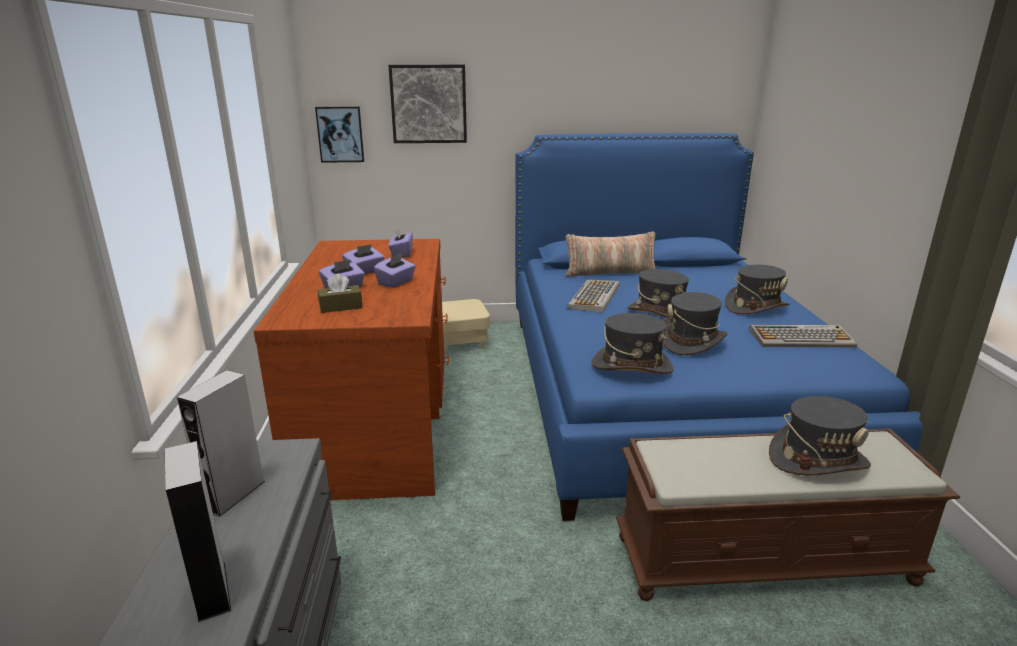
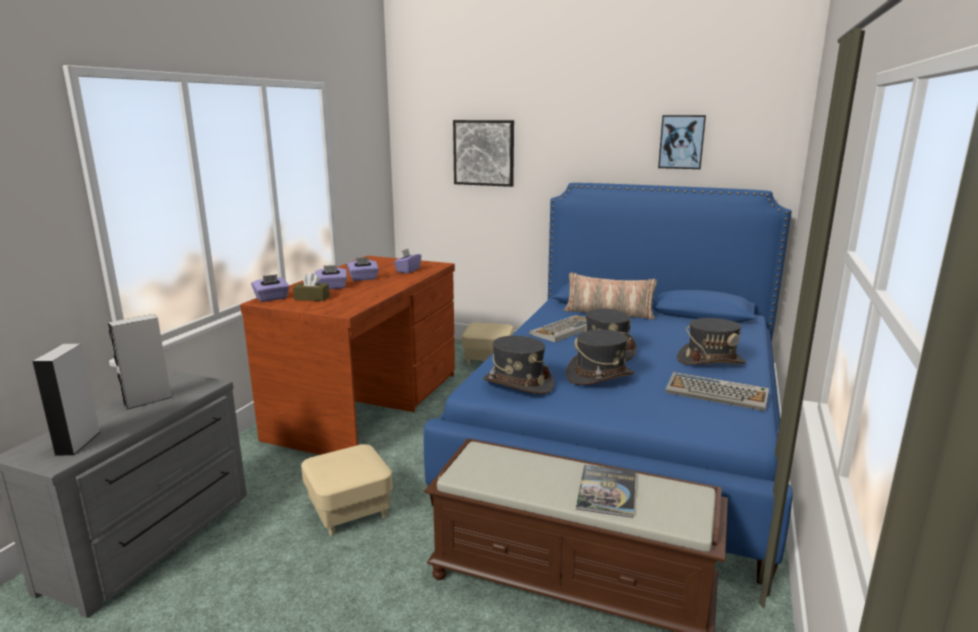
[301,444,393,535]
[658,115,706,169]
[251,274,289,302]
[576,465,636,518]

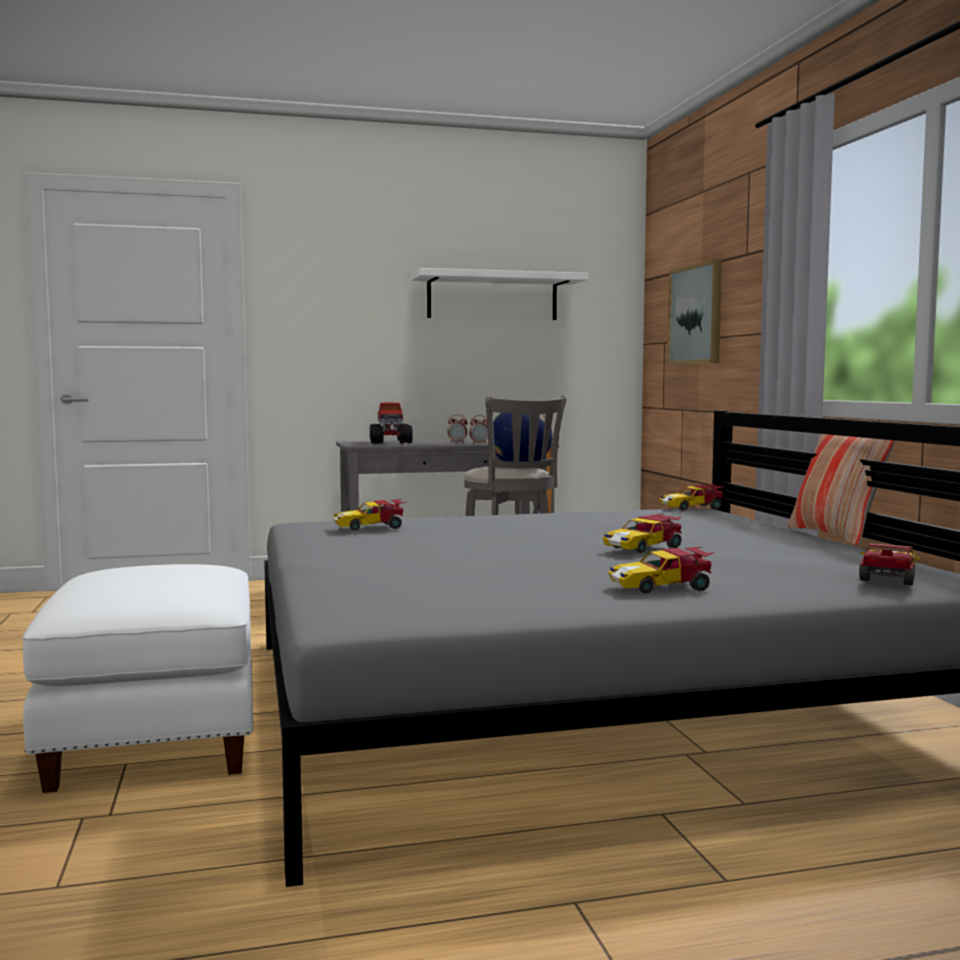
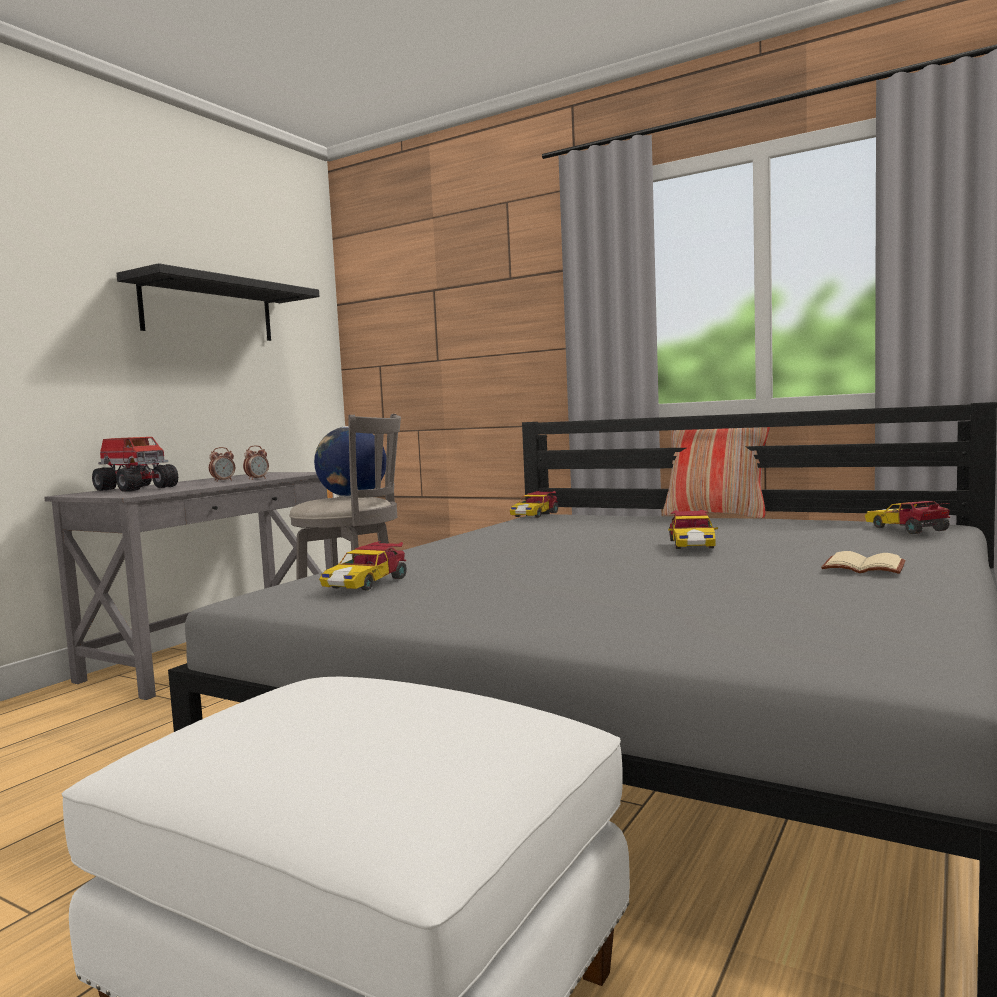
[667,259,722,365] (first image)
[821,551,906,574]
[117,263,320,341]

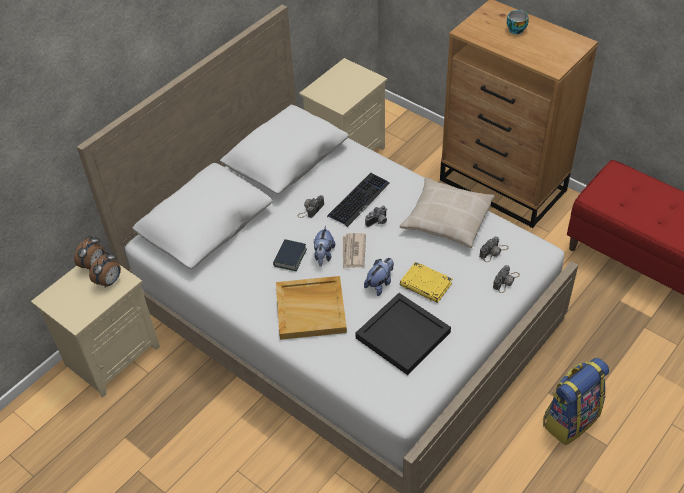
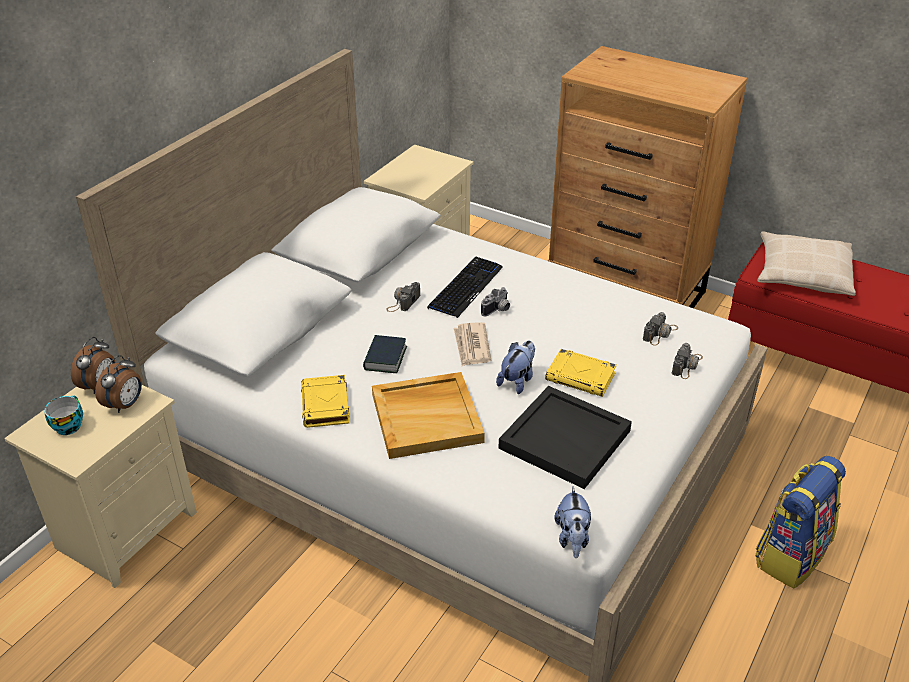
[301,375,349,428]
[554,486,591,558]
[757,231,856,296]
[44,395,83,435]

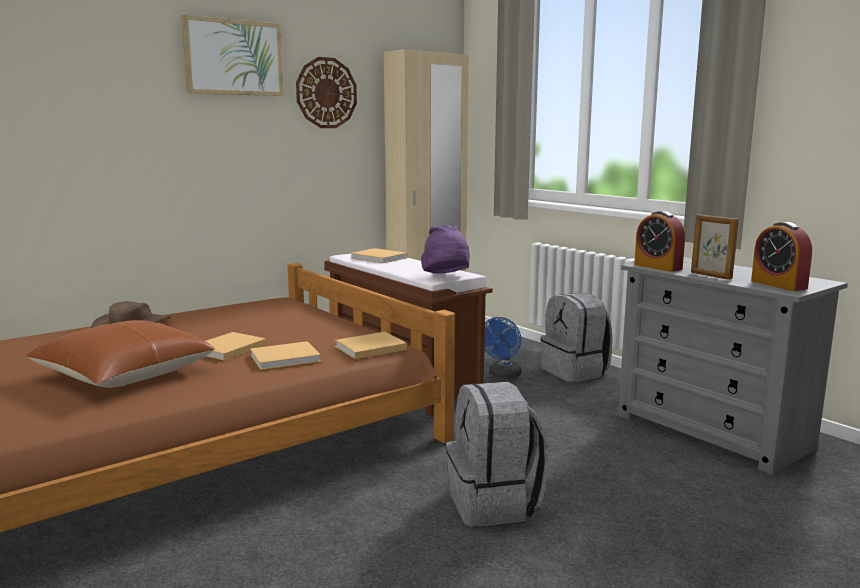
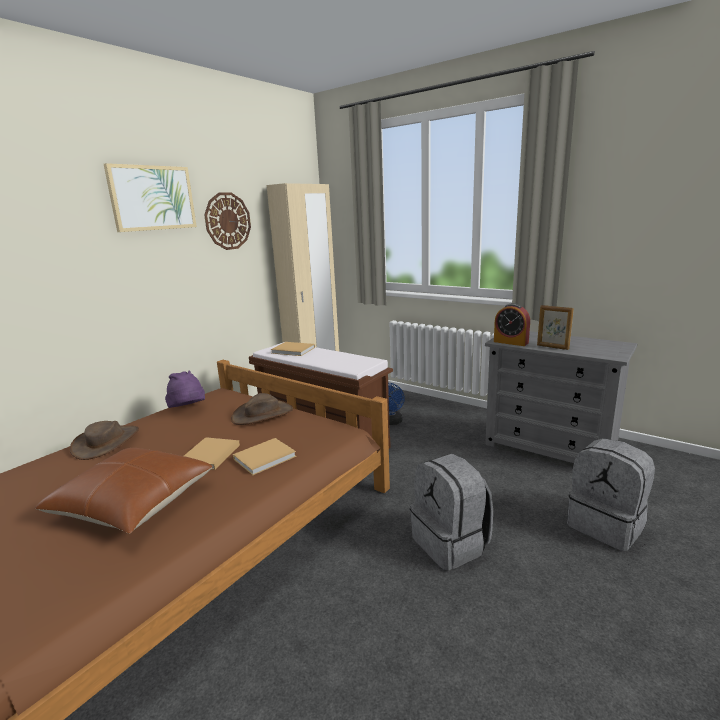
[335,332,407,359] (first image)
[751,222,812,291] (first image)
[231,393,293,425]
[165,371,205,408]
[567,438,655,551]

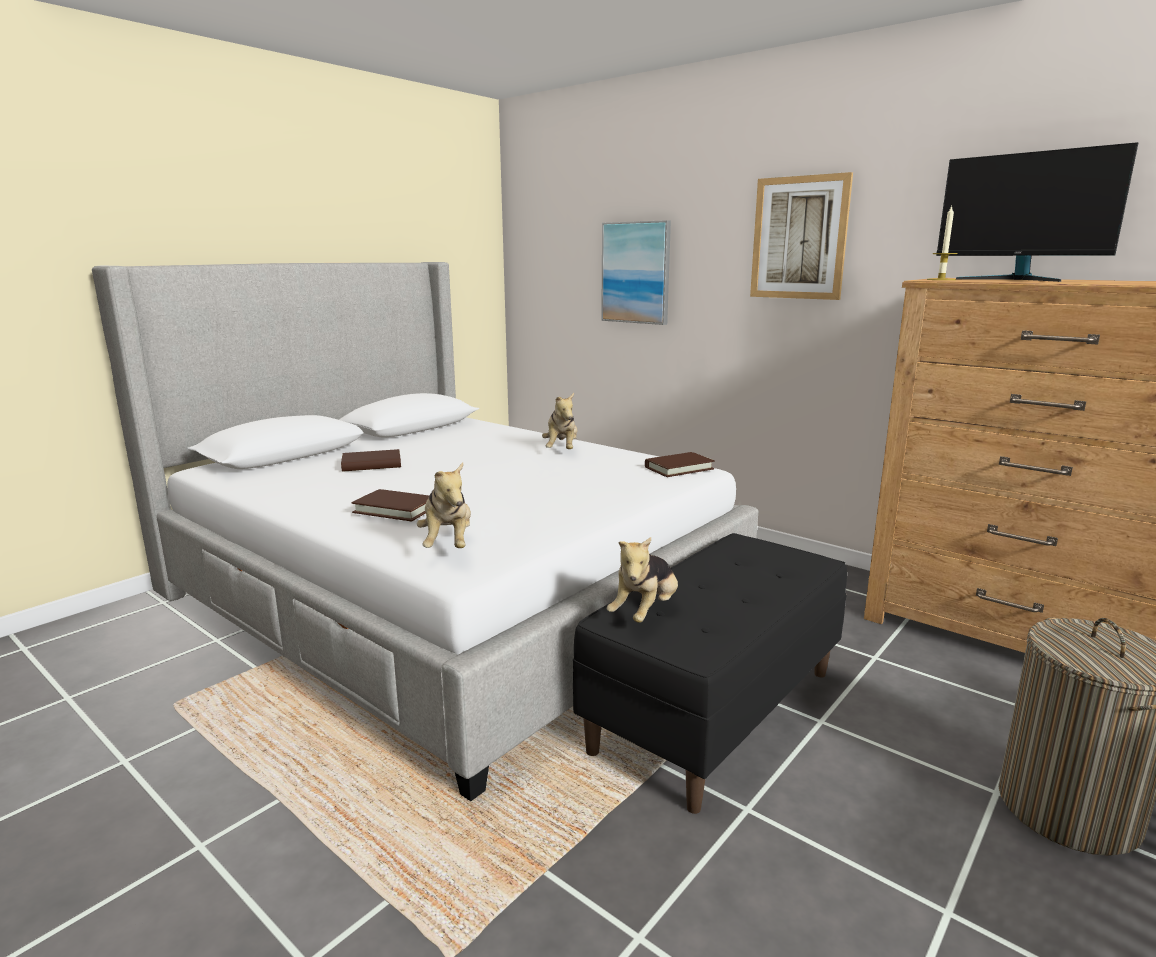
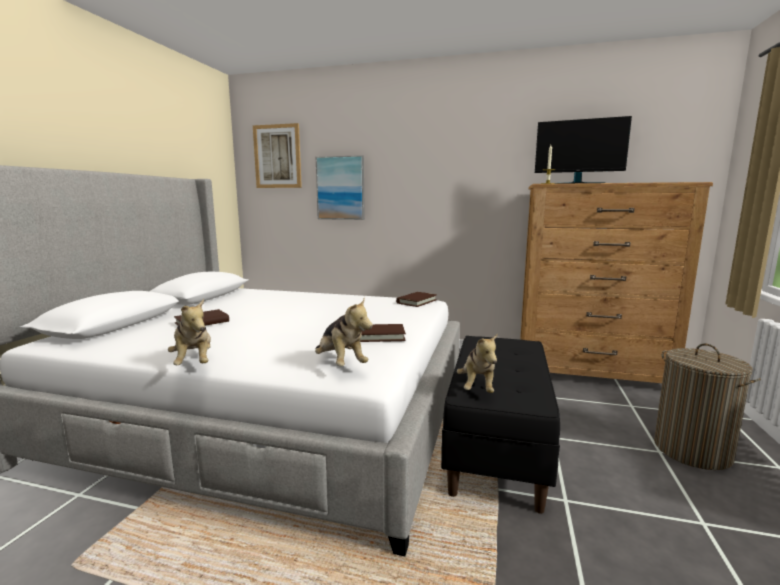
[360,324,406,342]
[168,299,211,365]
[253,123,302,188]

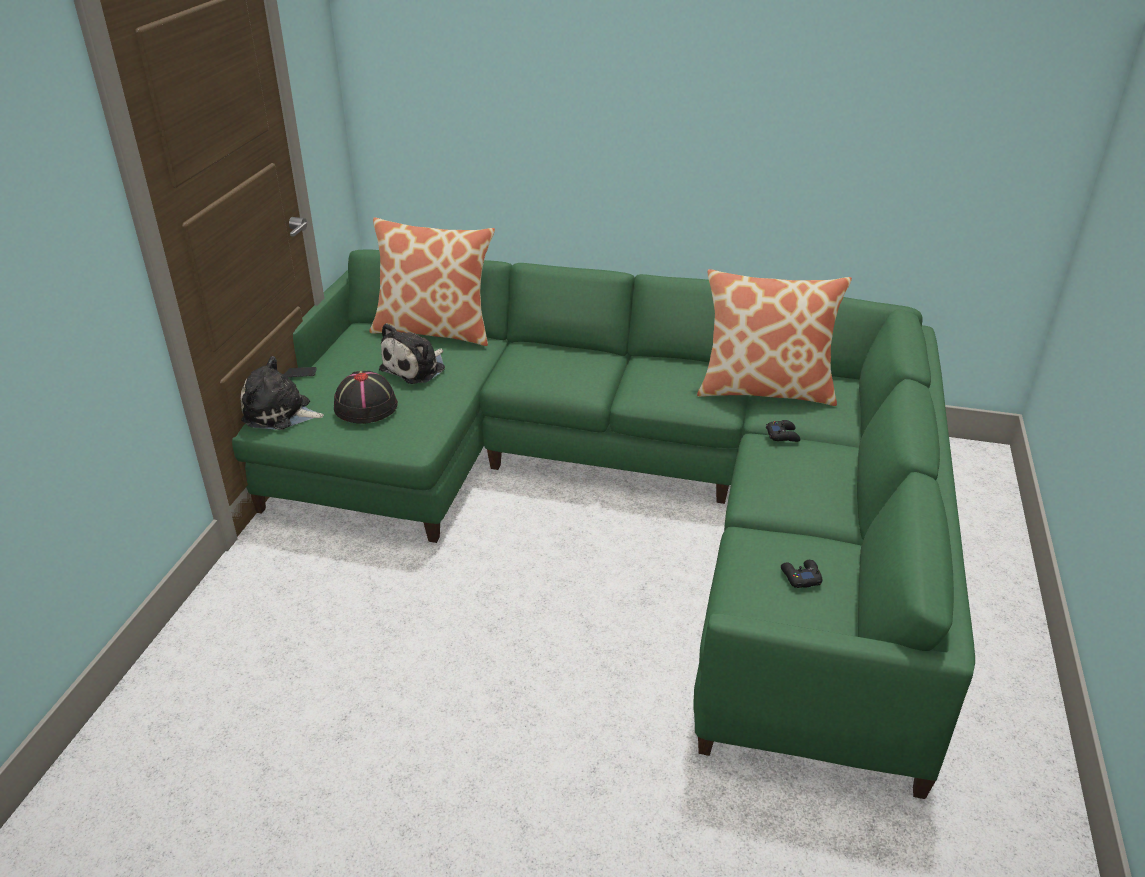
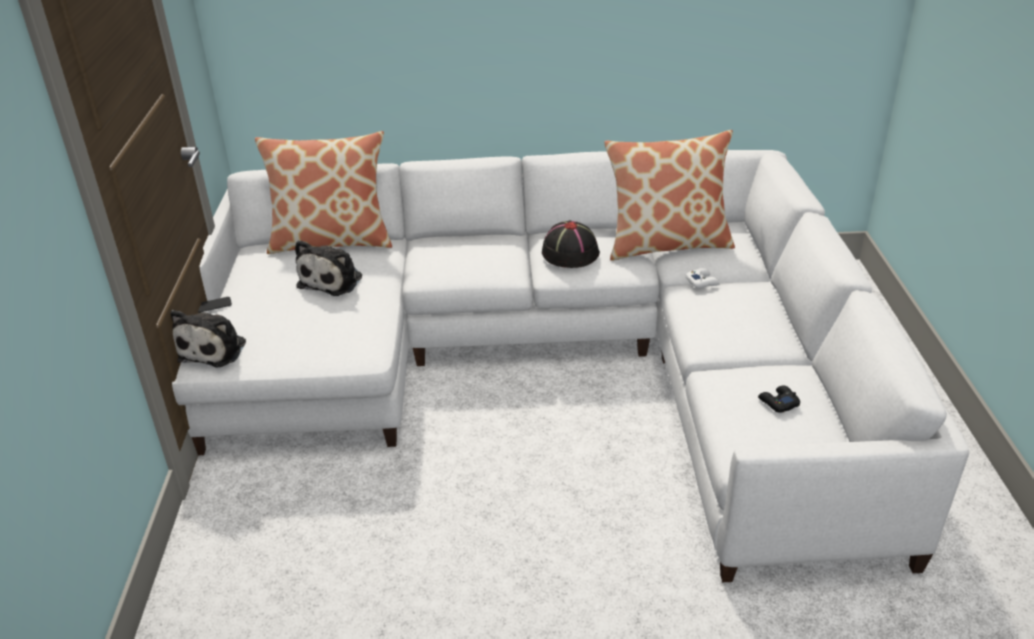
[542,220,600,268]
[172,150,969,582]
[685,268,720,288]
[171,310,246,368]

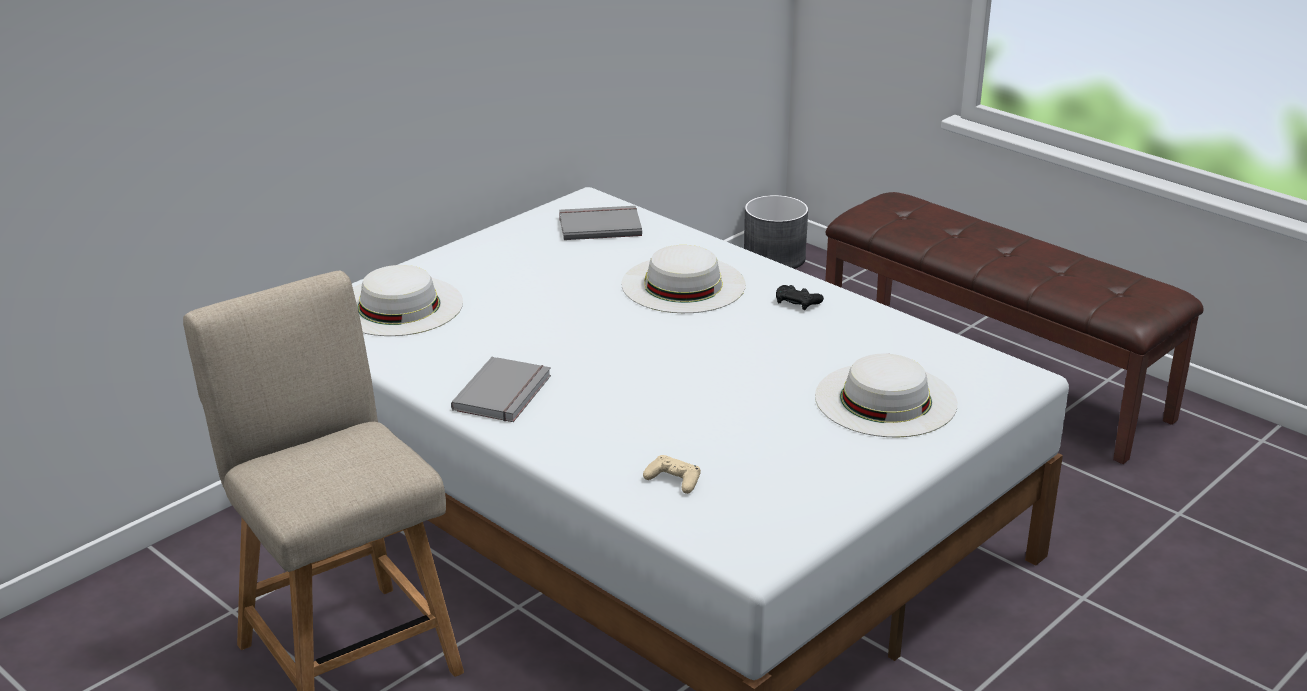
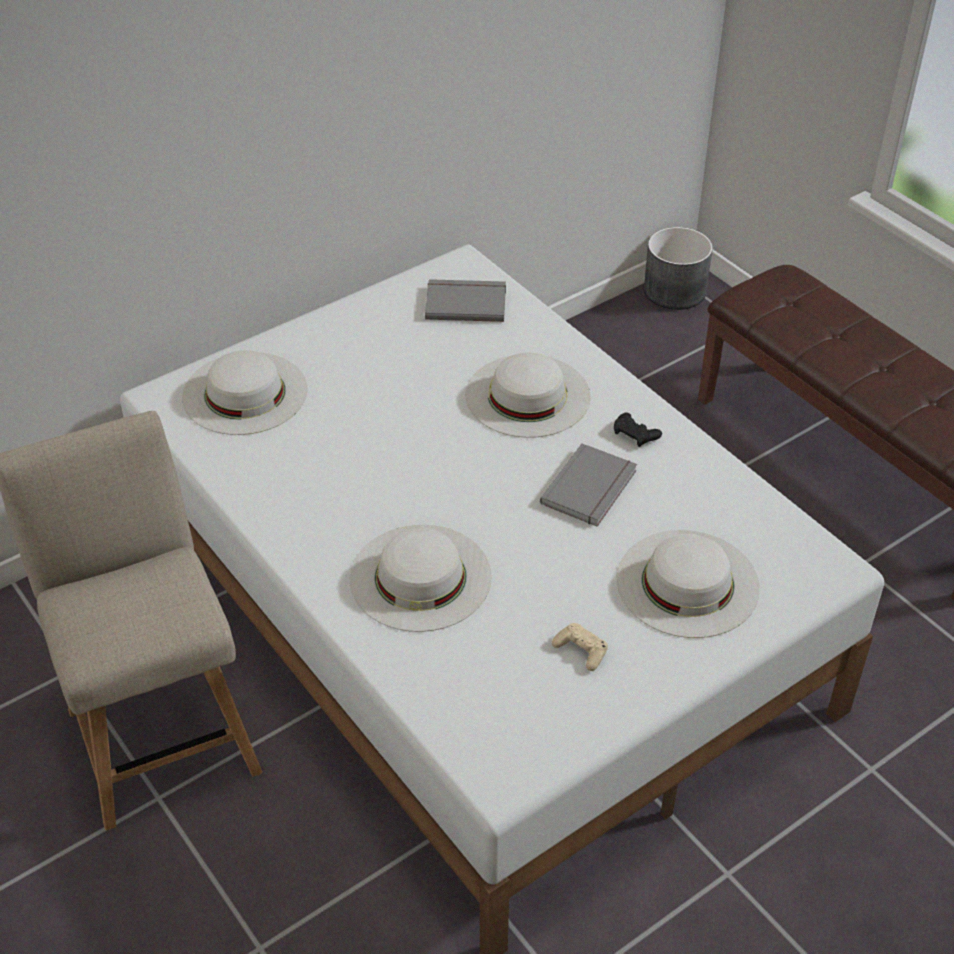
[350,525,492,632]
[540,443,637,527]
[552,623,608,671]

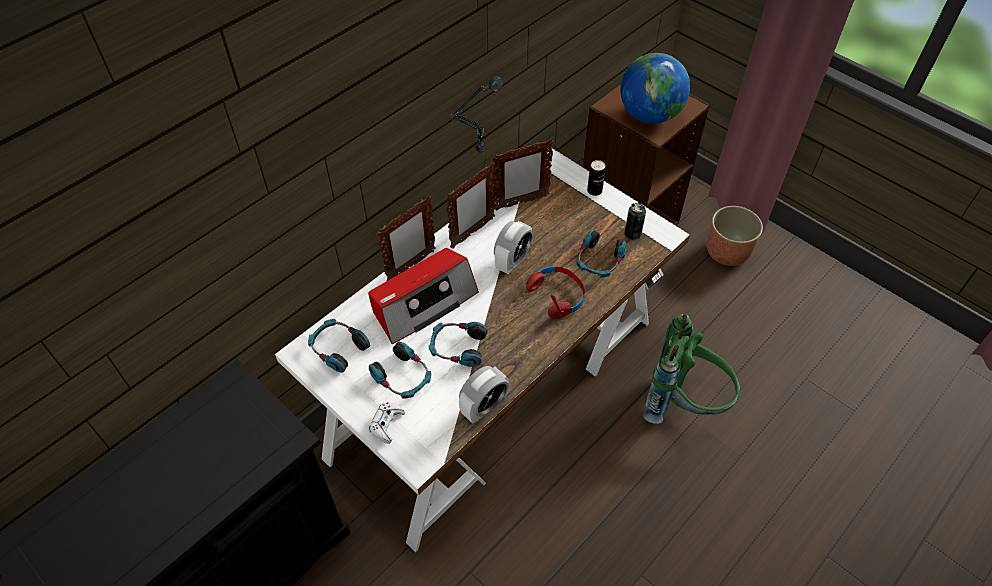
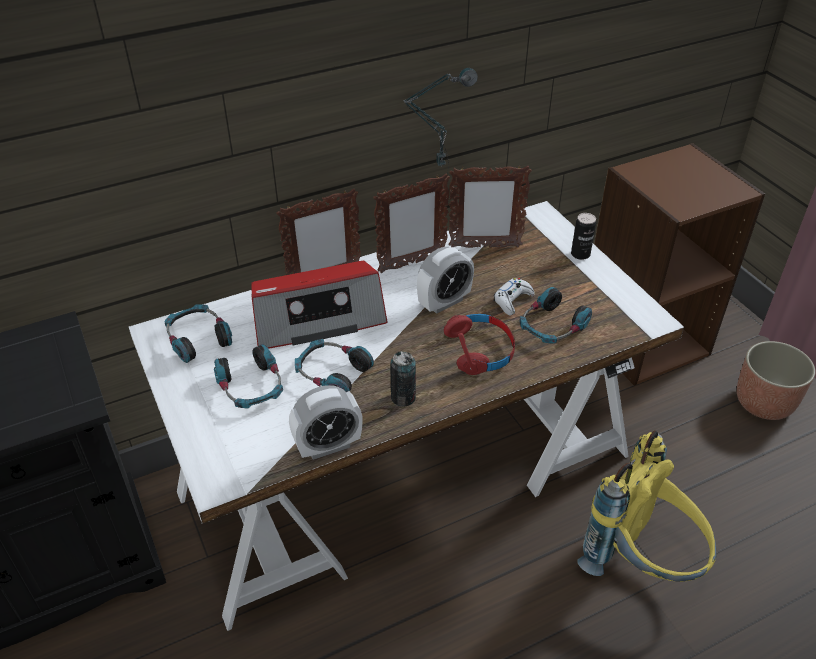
[620,53,690,124] (first image)
[493,278,535,315]
[390,351,416,407]
[578,430,716,582]

